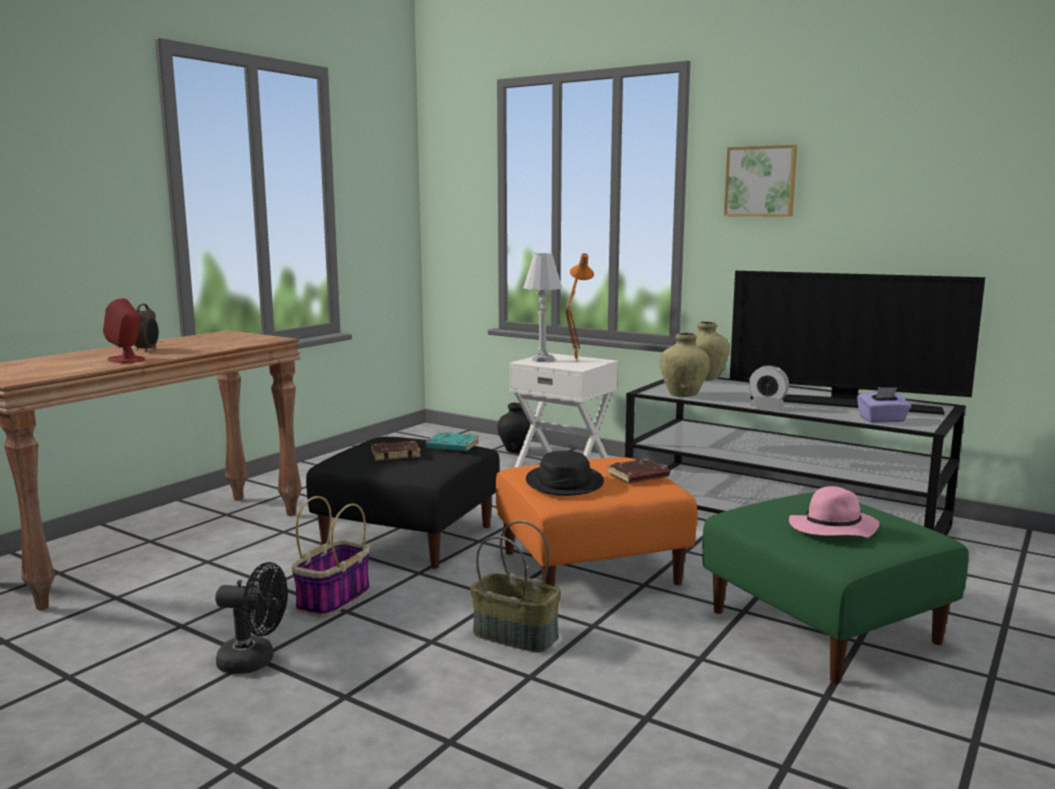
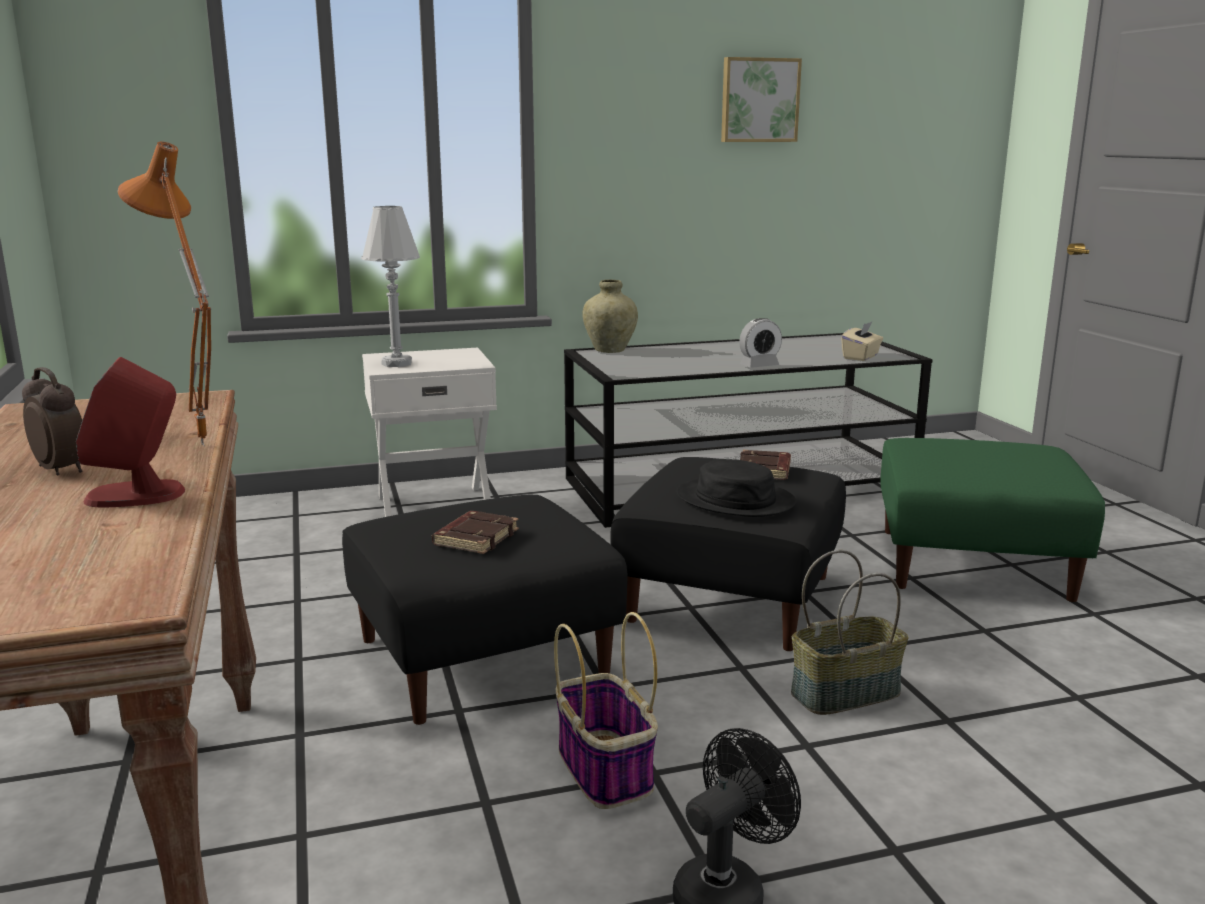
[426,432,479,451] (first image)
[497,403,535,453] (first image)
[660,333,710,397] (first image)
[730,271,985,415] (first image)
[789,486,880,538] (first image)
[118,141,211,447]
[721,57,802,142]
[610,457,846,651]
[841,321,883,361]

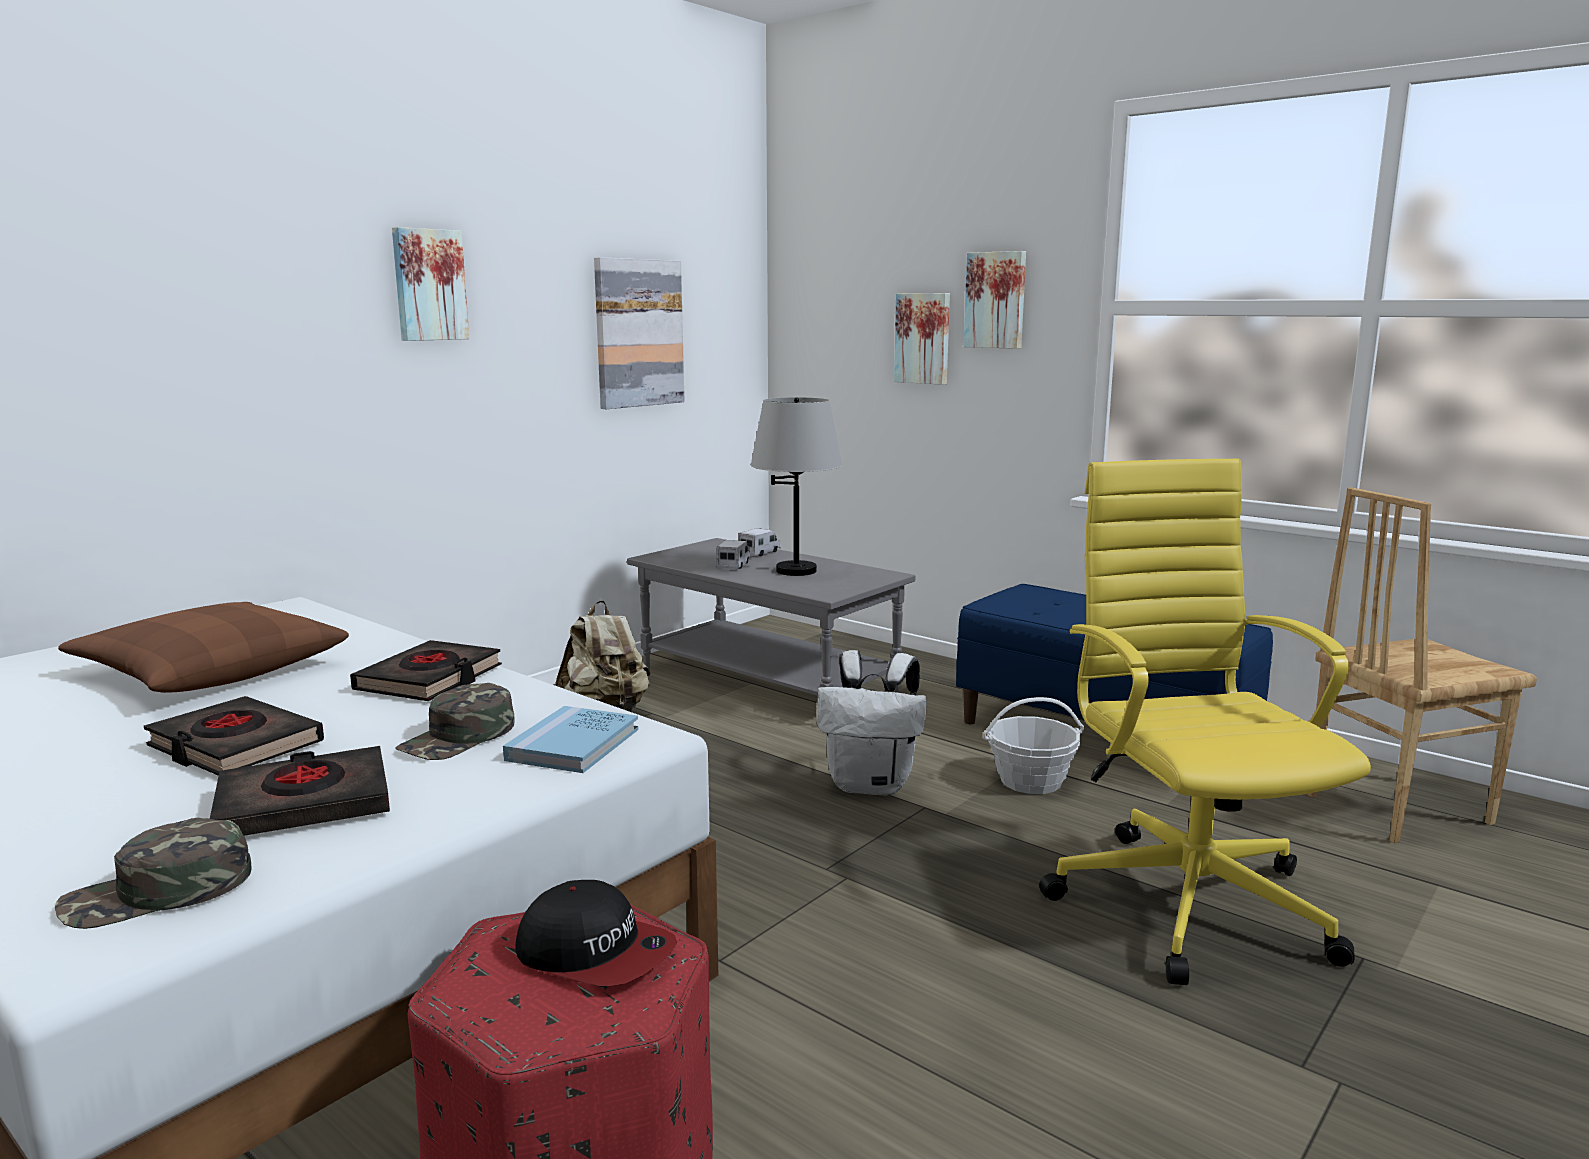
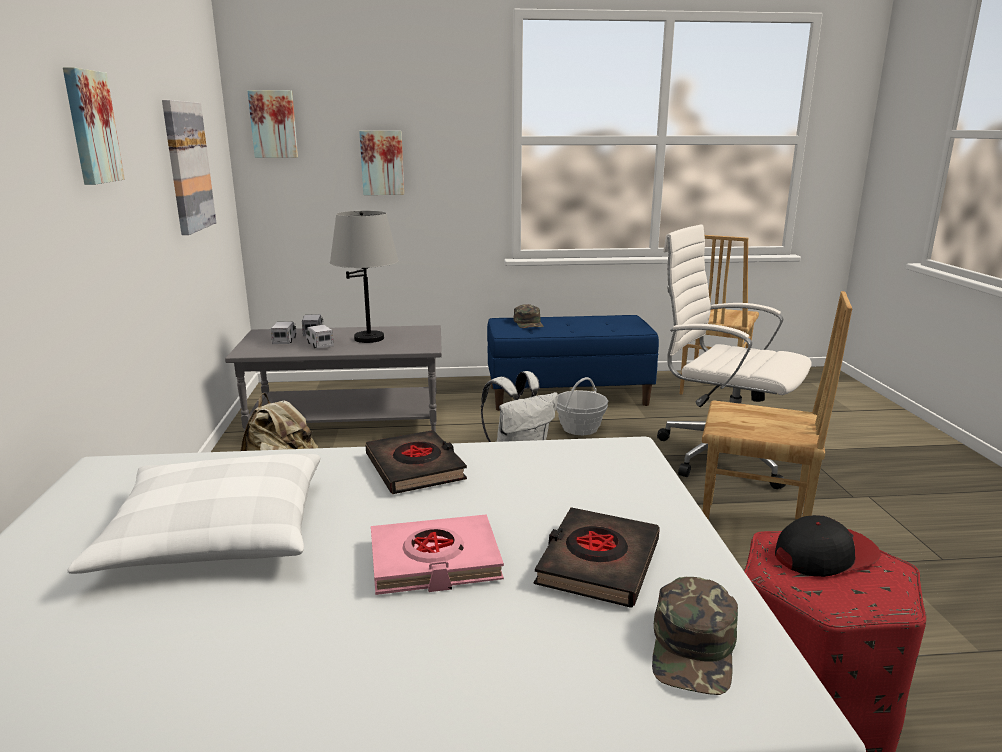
[503,706,638,773] (first image)
[271,322,297,344]
[702,291,852,520]
[514,304,544,328]
[247,90,298,158]
[68,454,320,574]
[371,514,504,595]
[657,224,812,489]

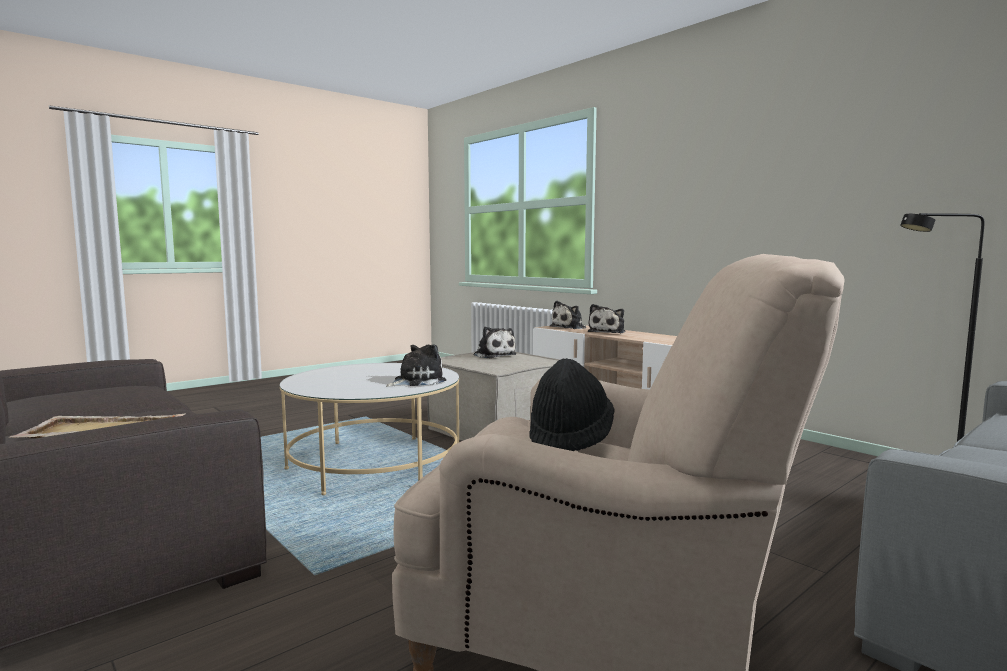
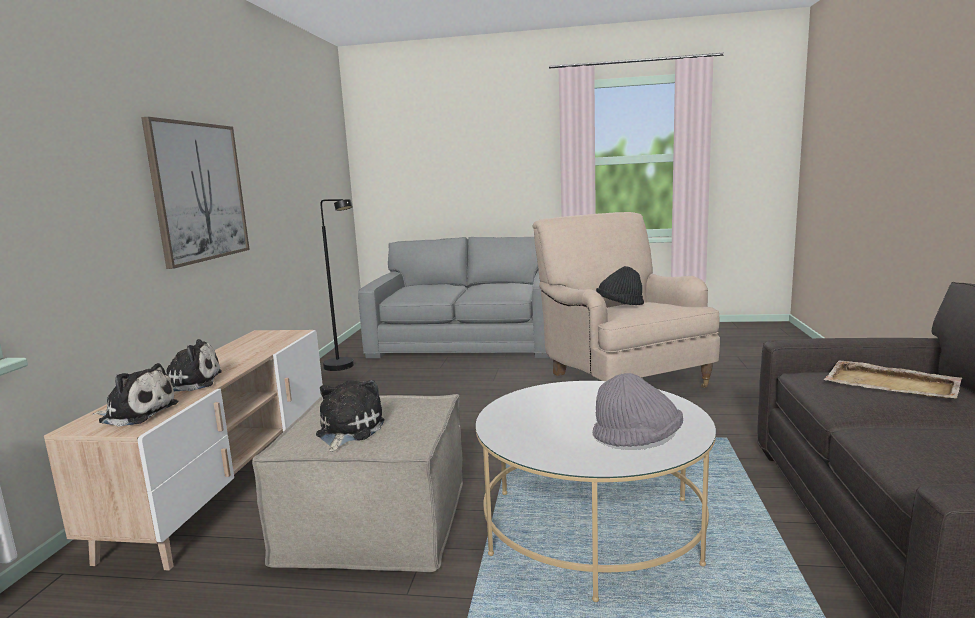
[386,344,446,387] (first image)
[141,117,250,269]
[593,373,683,447]

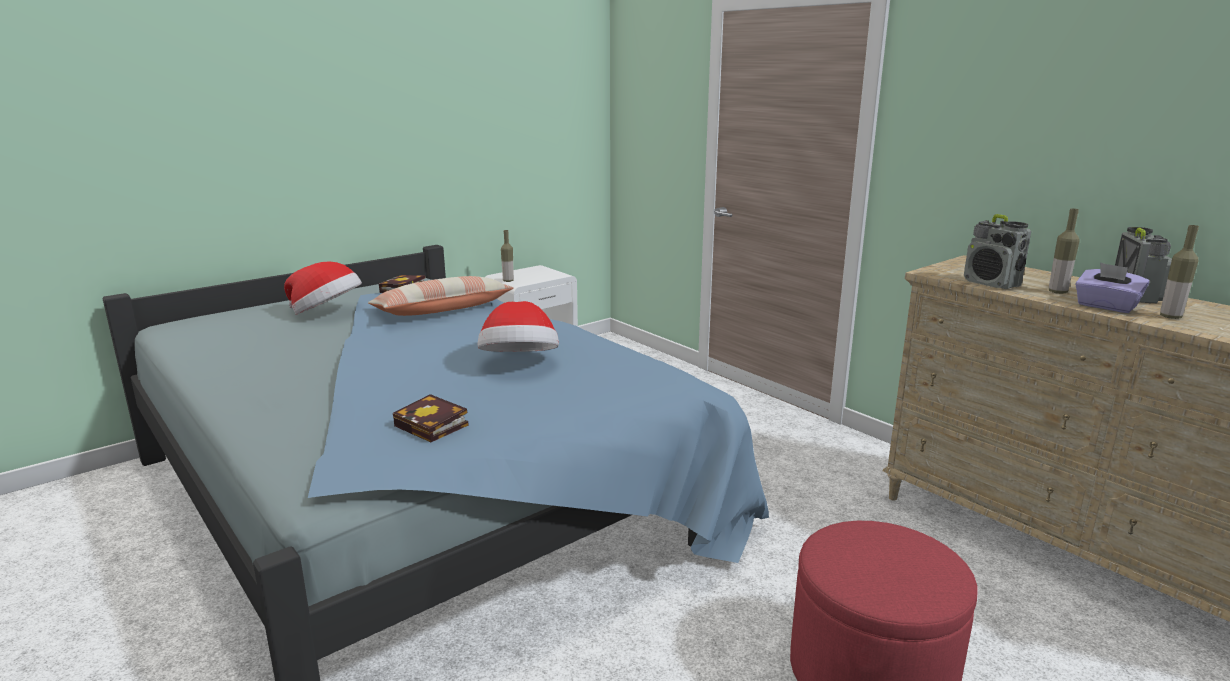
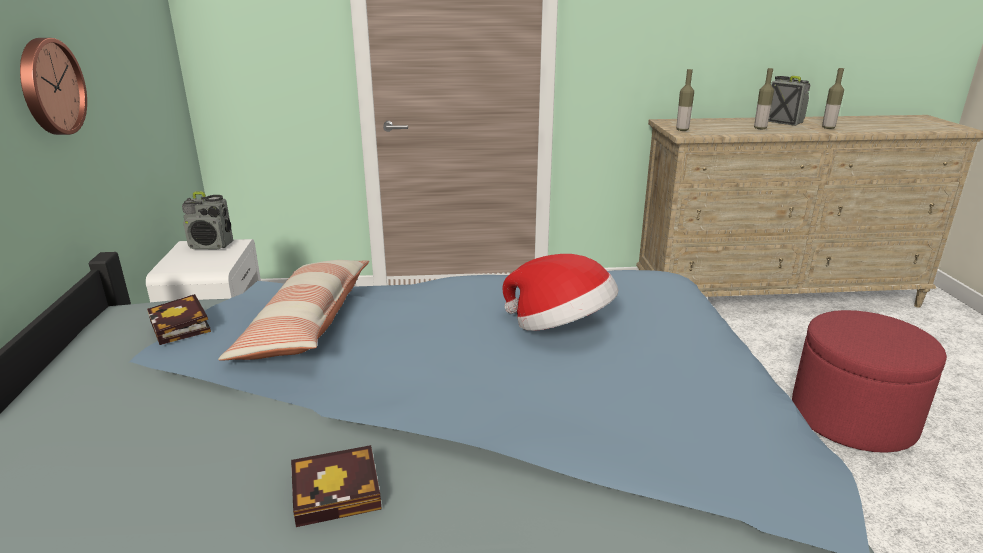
[284,261,362,315] (first image)
[1075,262,1150,313] (first image)
[20,38,87,135]
[291,445,382,527]
[676,69,694,131]
[182,192,233,249]

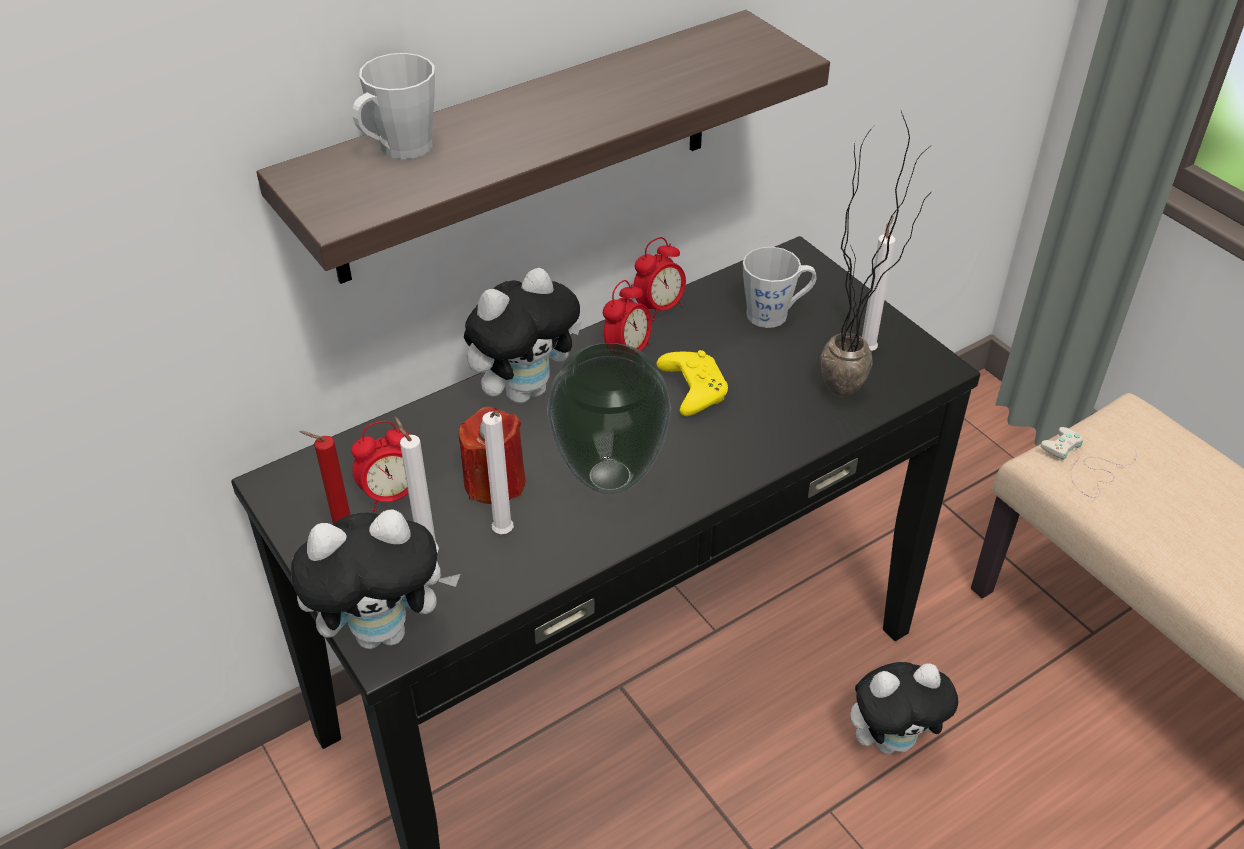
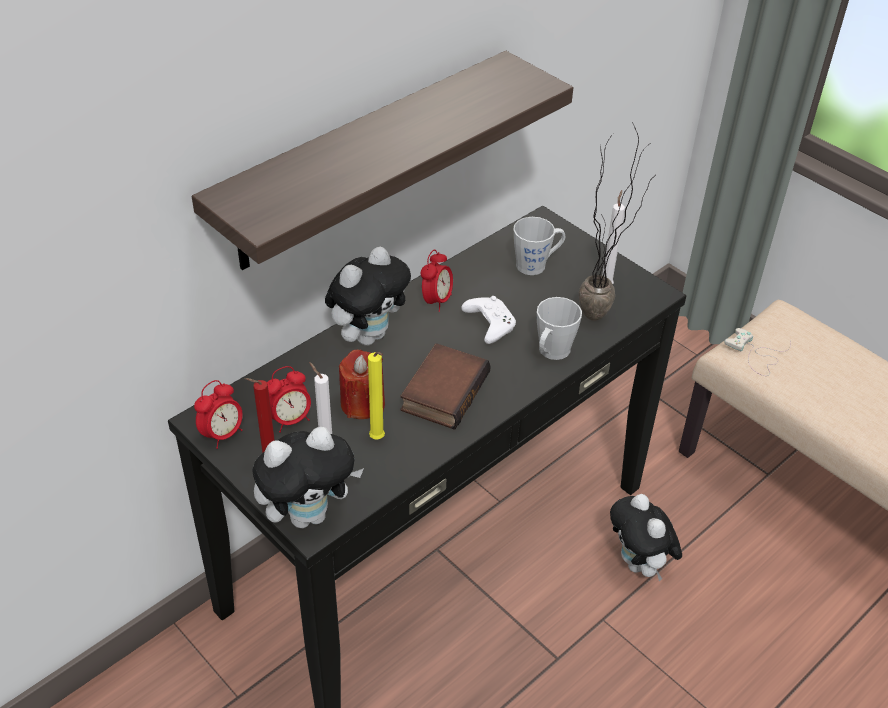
[537,297,582,360]
[194,380,243,449]
[400,343,491,430]
[368,352,385,440]
[461,296,516,344]
[610,494,682,581]

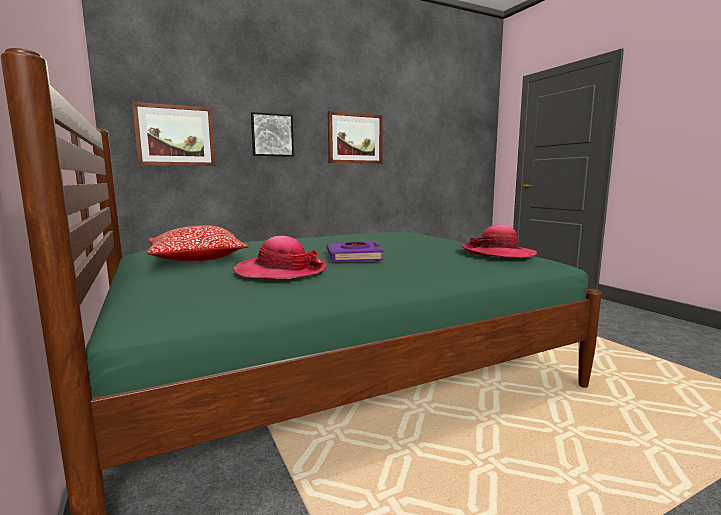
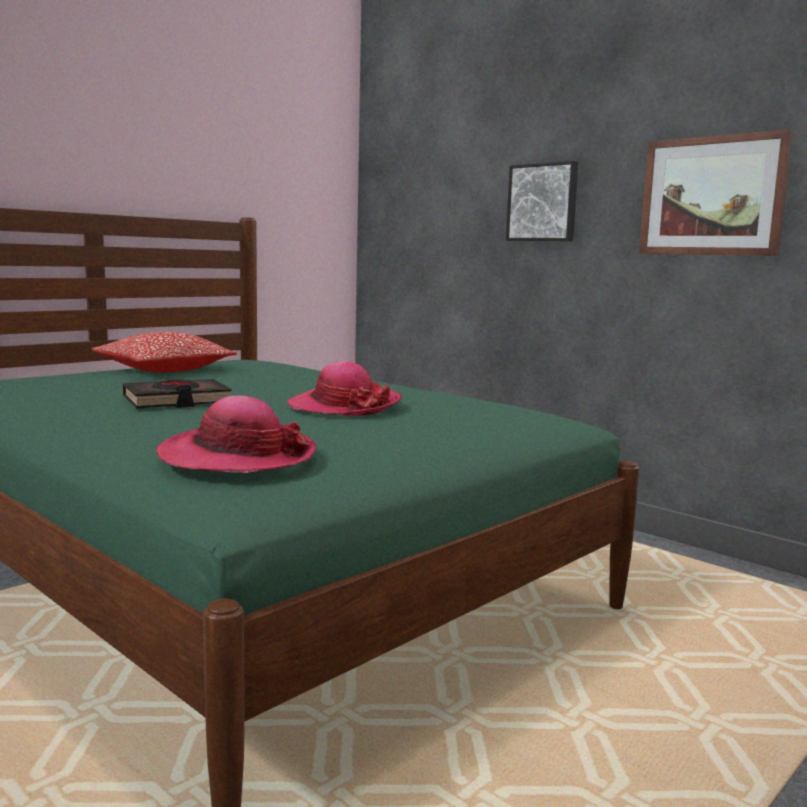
[132,102,216,166] (first image)
[287,361,402,416]
[122,379,232,408]

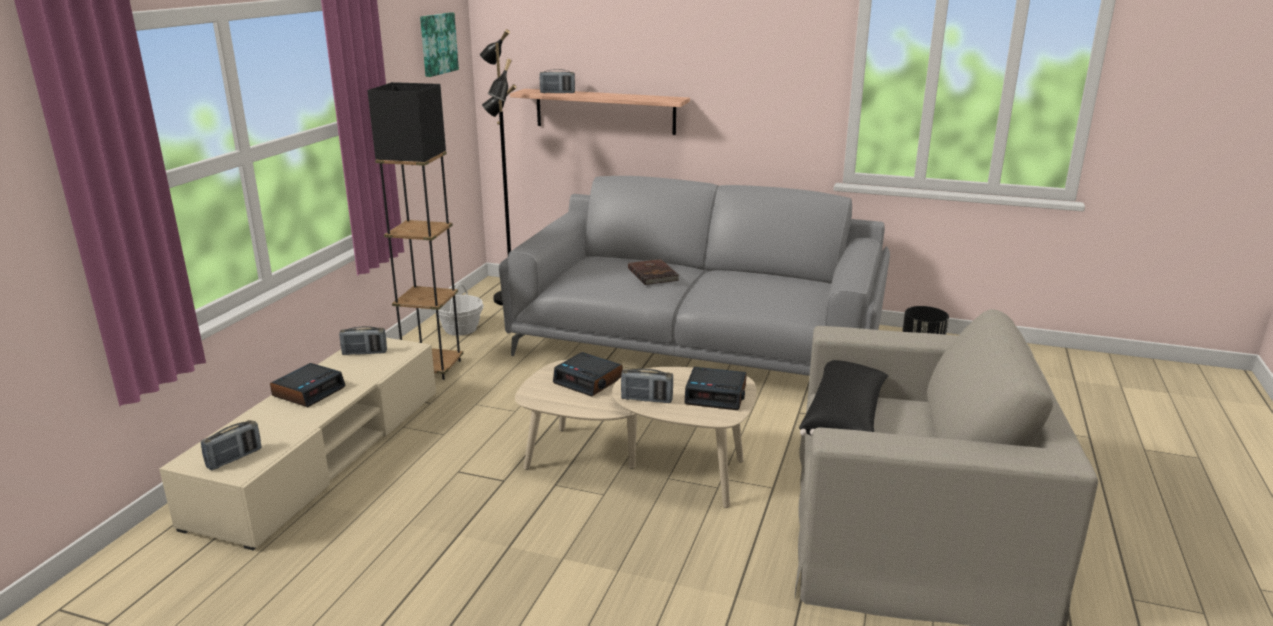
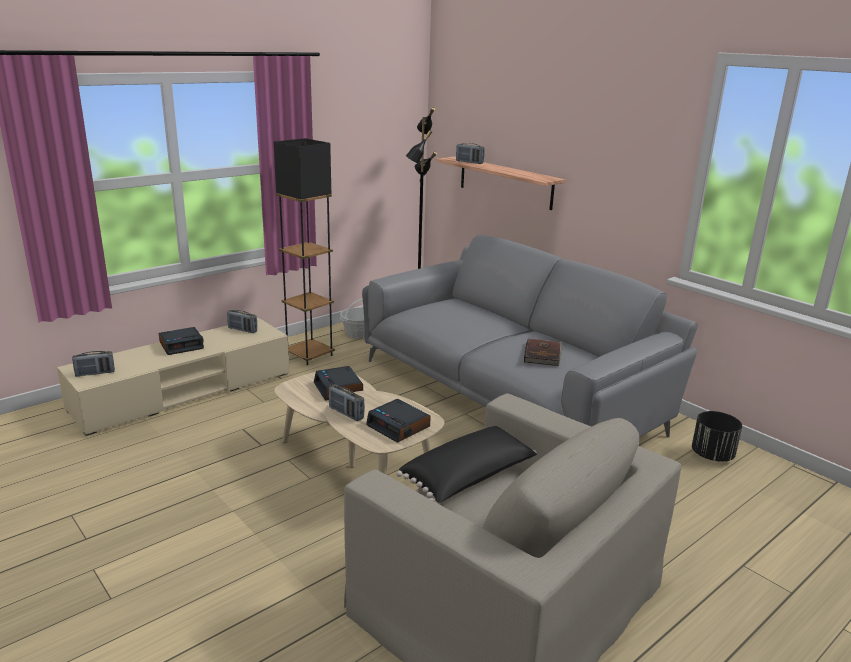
[420,13,459,77] (first image)
[524,338,563,366]

